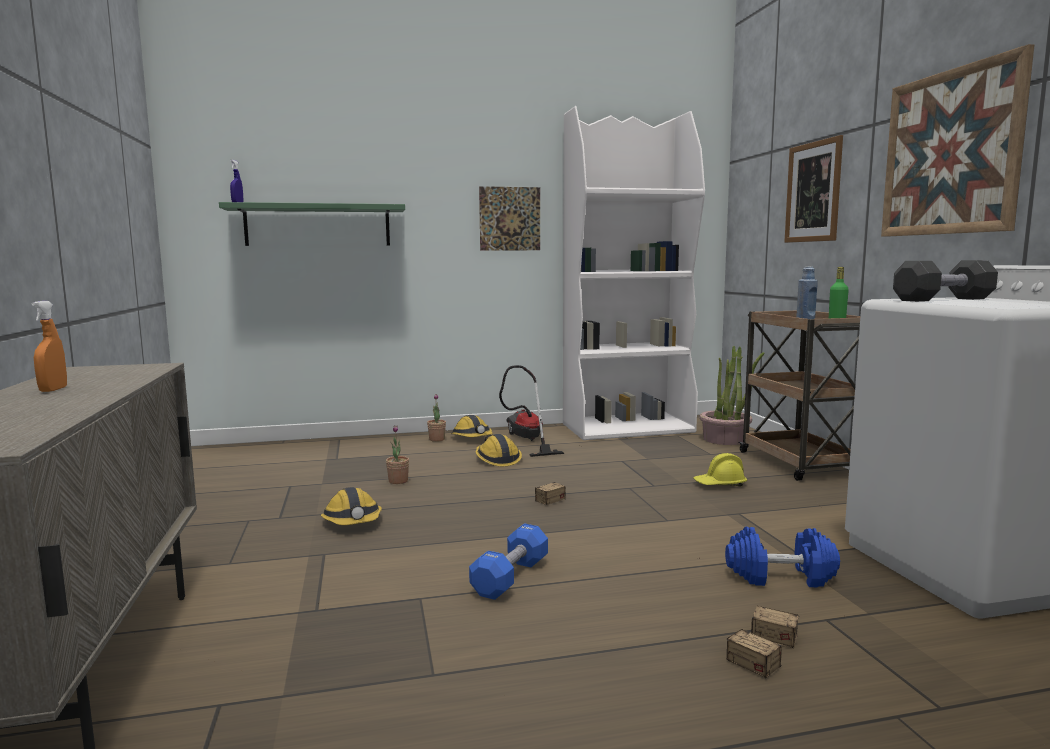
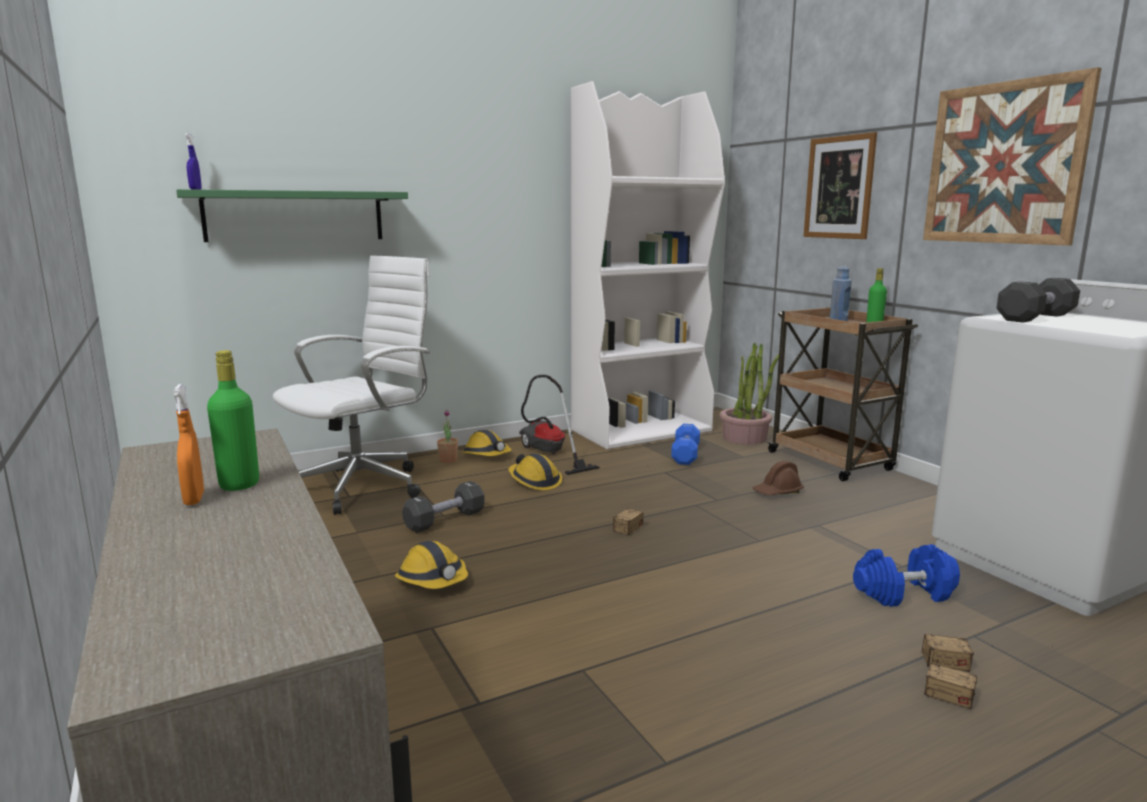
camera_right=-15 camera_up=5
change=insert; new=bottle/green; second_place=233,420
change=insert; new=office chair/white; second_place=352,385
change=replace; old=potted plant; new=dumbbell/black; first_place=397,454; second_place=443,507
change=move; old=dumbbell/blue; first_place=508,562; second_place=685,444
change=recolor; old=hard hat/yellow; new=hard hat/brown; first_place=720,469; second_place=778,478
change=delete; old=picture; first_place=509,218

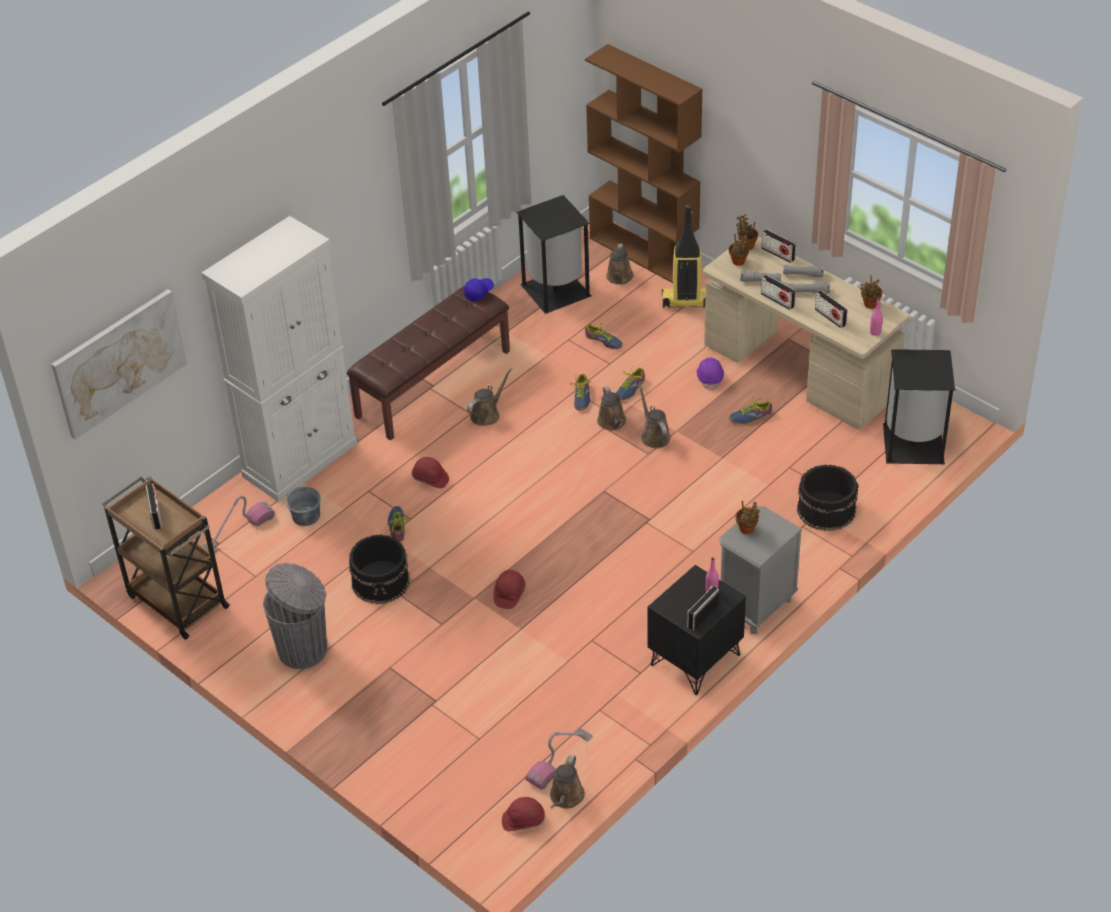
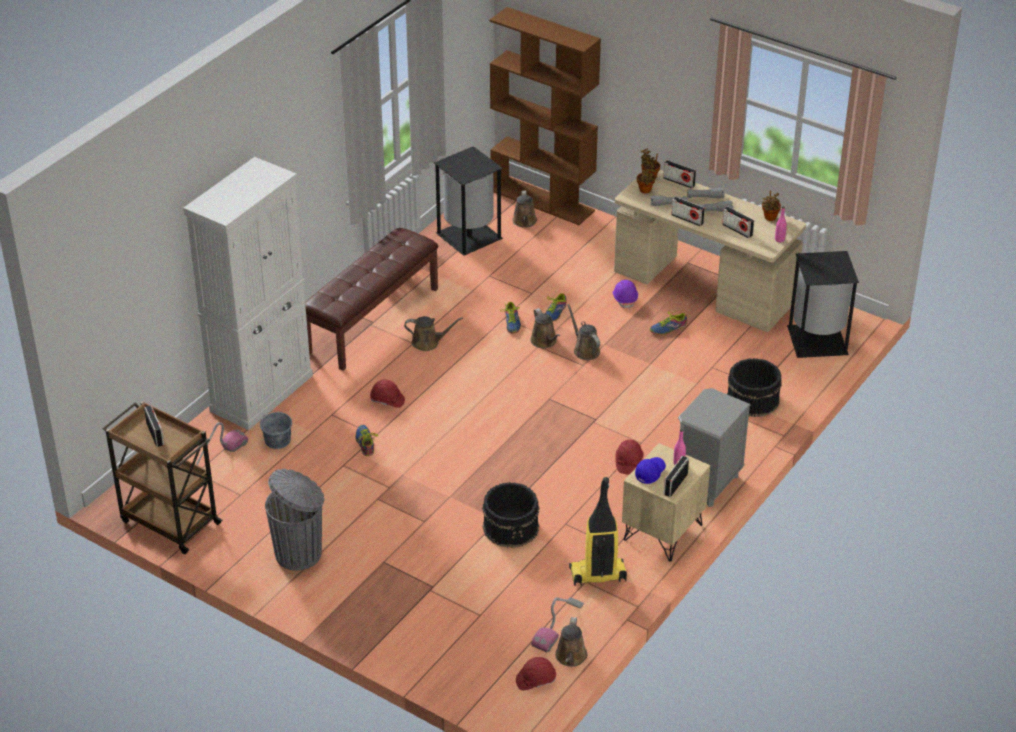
camera_right=-10 camera_up=-5
change=rotate; old=watering can/brown; first_place=489,397; second_place=433,333; degrees=60
change=move; old=bucket/black; first_place=379,569; second_place=511,515
change=move; old=vacuum cleaner; first_place=684,256; second_place=598,531
change=move; old=hard hat/red; first_place=509,589; second_place=629,457
change=recolor; old=nightstand/black; new=nightstand/beige; first_place=697,630; second_place=666,502
change=move; old=cap/blue; first_place=479,289; second_place=650,470
change=delete; old=picture; first_place=119,364
change=delete; old=shoe; first_place=604,336
change=delete; old=potted plant; first_place=747,517

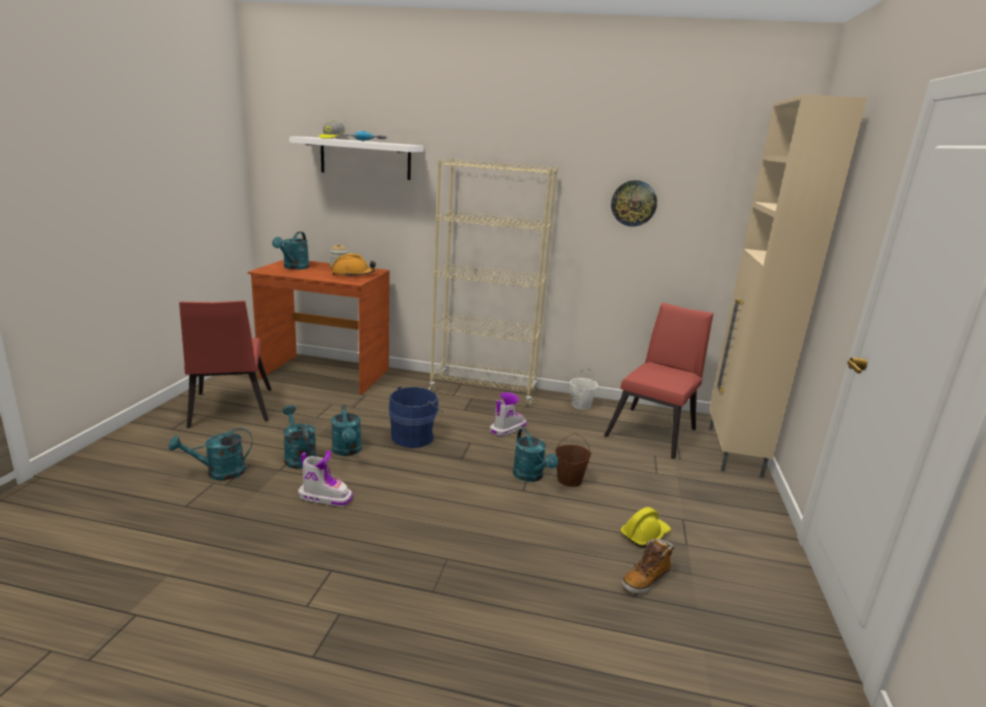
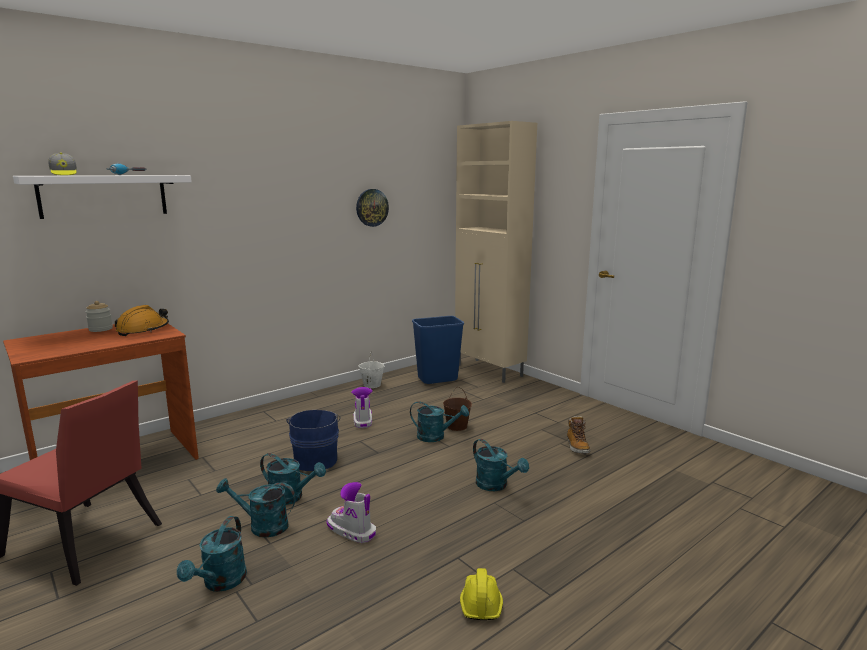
camera_right=-50 camera_up=-5
change=rotate; old=boot; first_place=325,478; second_place=351,512; degrees=-105
change=replace; old=chair/red; new=trash can/blue; first_place=658,381; second_place=438,350
change=move; old=hard hat/yellow; first_place=645,527; second_place=481,594
change=move; old=watering can/turquoise; first_place=291,251; second_place=501,465
change=delete; old=bookcase/beige; first_place=493,282

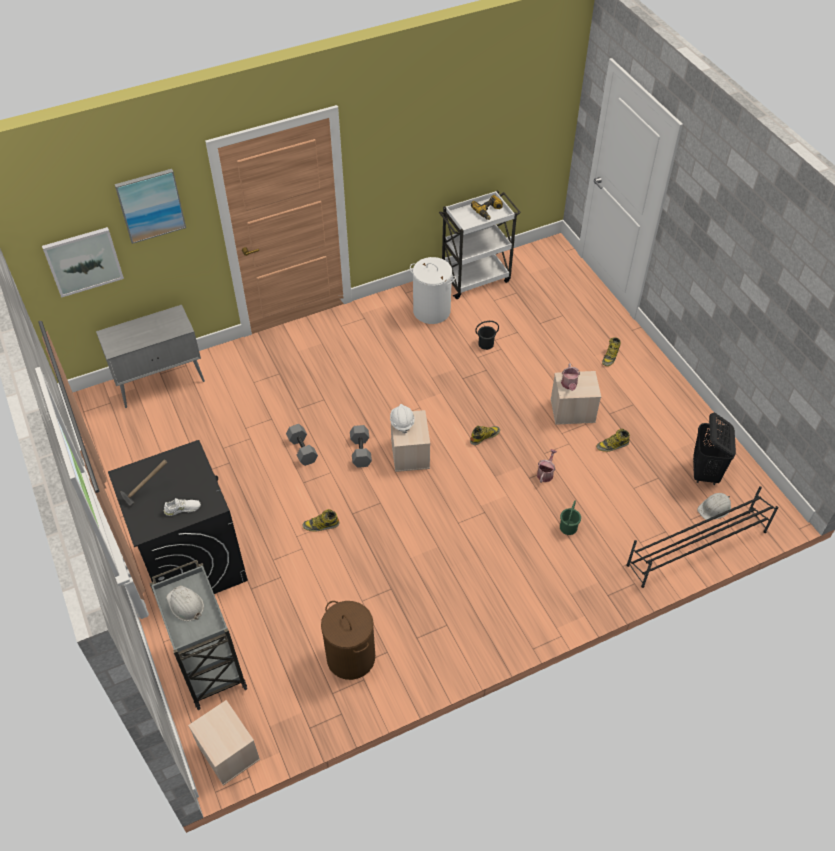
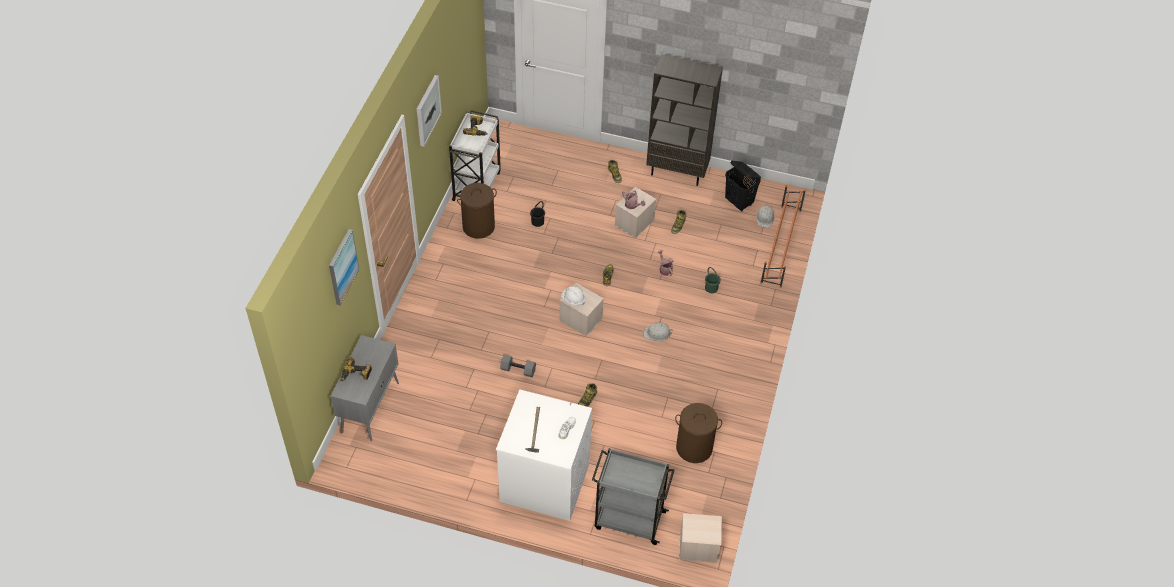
camera_right=-50 camera_up=0
change=insert; new=power drill; second_place=356,369
change=move; old=picture; first_place=83,262; second_place=429,111
change=recolor; old=laundry basket/white; new=laundry basket/brown; first_place=433,290; second_place=477,211
change=recolor; old=washing machine/black; new=washing machine/white; first_place=178,517; second_place=544,455
change=move; old=hard hat/white; first_place=185,603; second_place=658,331
change=insert; new=bookcase/brown; second_place=684,120
change=recolor; old=shoe rack/black; new=shoe rack/orange; first_place=702,537; second_place=783,236
change=delete; old=dumbbell/grey; first_place=361,446

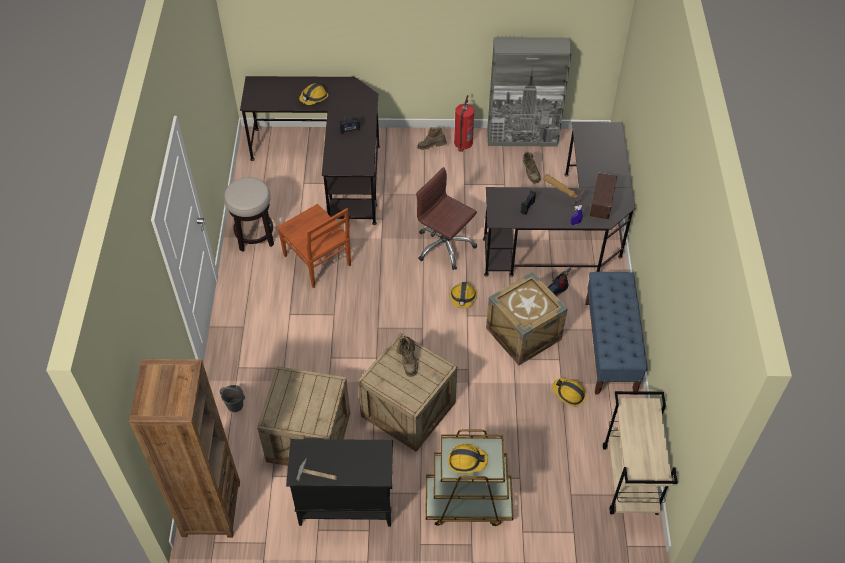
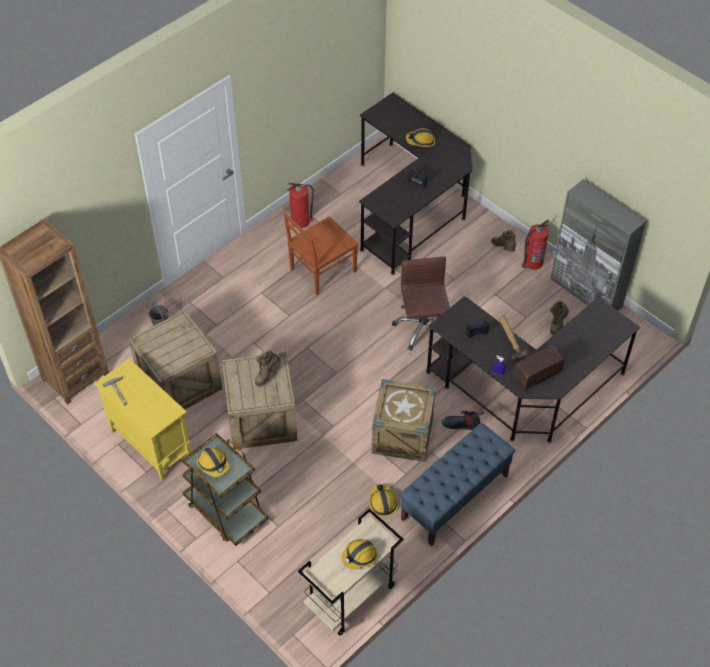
camera_right=45 camera_up=0
change=recolor; old=cabinet/black; new=cabinet/yellow; first_place=339,483; second_place=143,419
change=rotate; old=chair/brown; first_place=314,246; second_place=321,254; degrees=45
change=replace; old=stool; new=fire extinguisher; first_place=249,214; second_place=300,205
change=move; old=hard hat; first_place=463,295; second_place=359,554

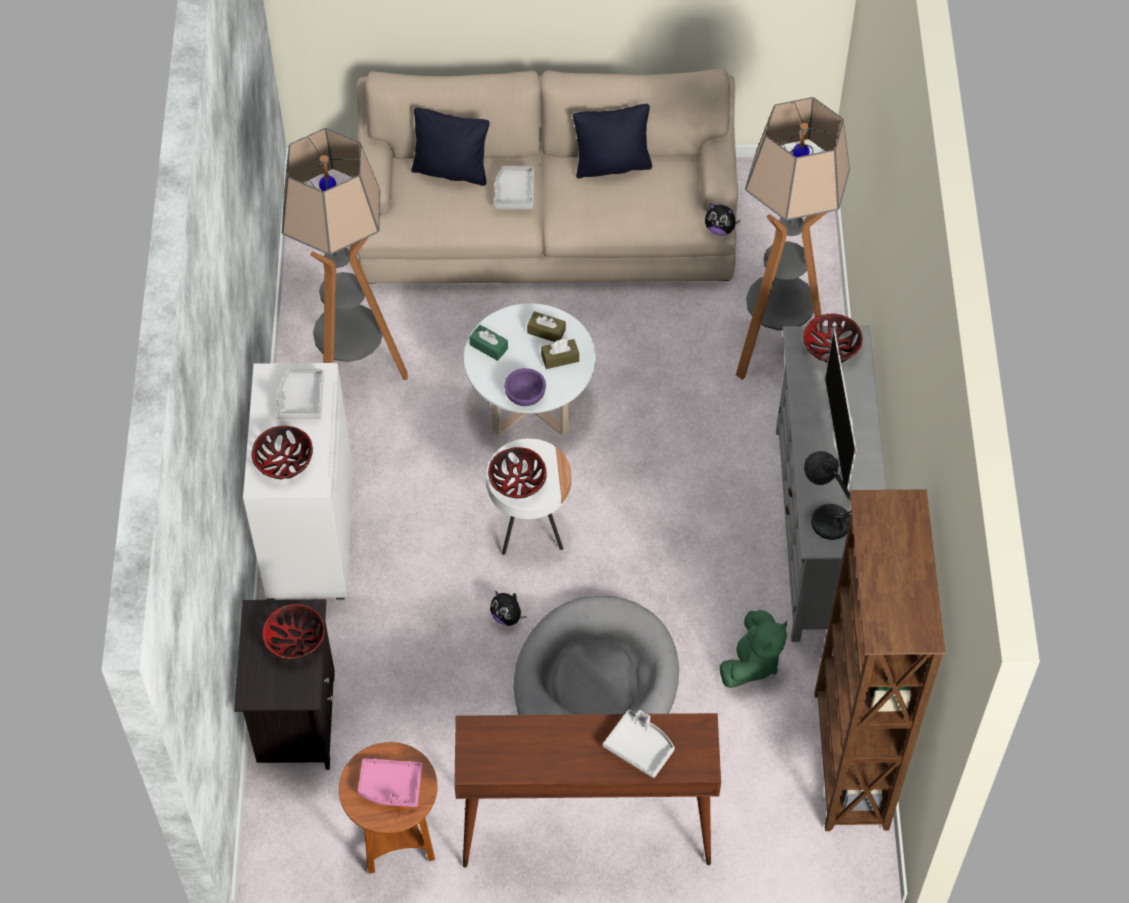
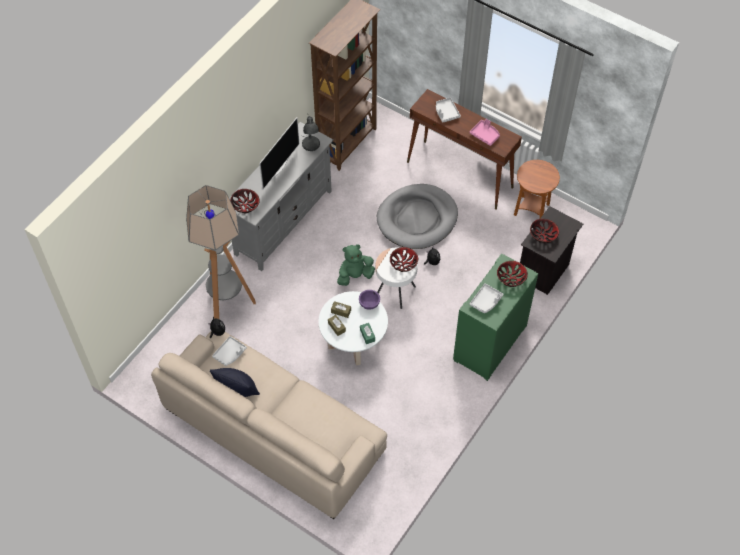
camera_right=-145 camera_up=0
change=move; old=tray/grey; first_place=514,187; second_place=229,351
change=move; old=plush toy/green; first_place=753,649; second_place=356,265
change=recolor; old=cabinet/white; new=cabinet/green; first_place=298,481; second_place=495,317
change=move; old=tray/pink; first_place=390,782; second_place=485,132
change=delete; old=floor lamp; first_place=345,254
change=delete; old=pillow/black; first_place=450,146

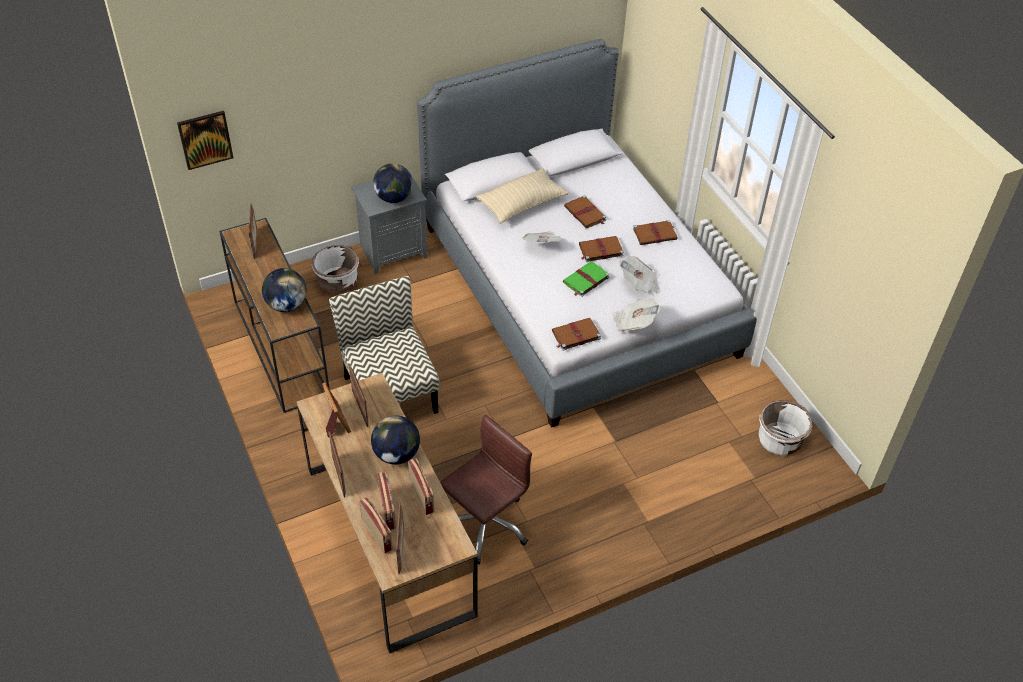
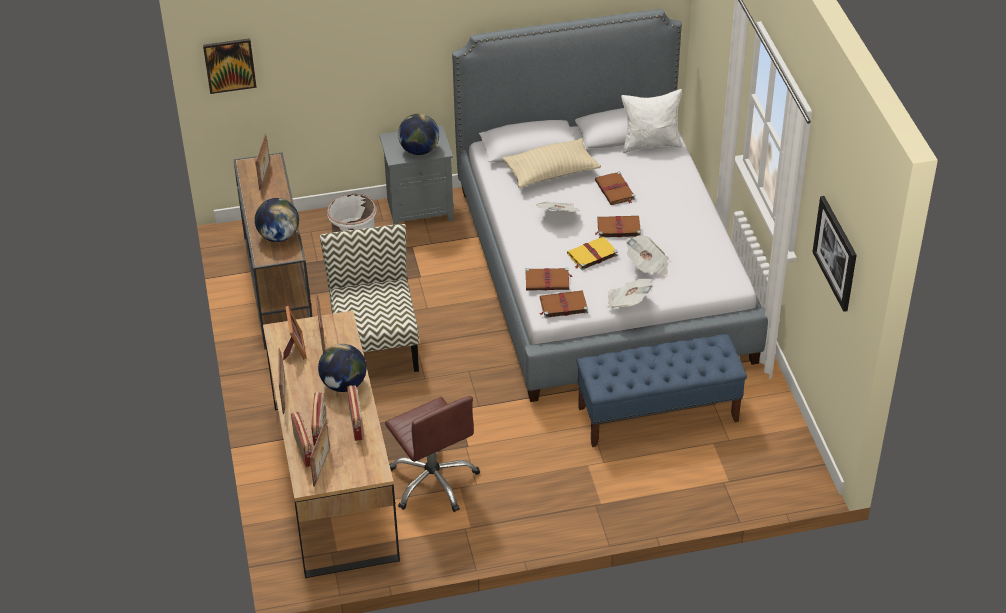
camera_right=15 camera_up=-5
change=rotate; old=office chair/brown; first_place=486,489; second_place=432,454; degrees=90
change=move; old=book/brown; first_place=655,232; second_place=549,279
change=recolor; old=book/green; new=book/yellow; first_place=586,279; second_place=592,253
change=insert; new=bench/blue; second_place=661,390
change=insert; new=pillow/white; second_place=652,121
change=insert; new=picture; second_place=834,254
change=delete; old=planter/white; first_place=785,427

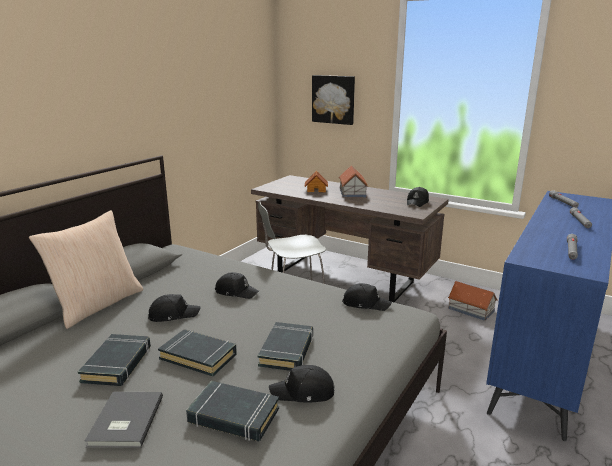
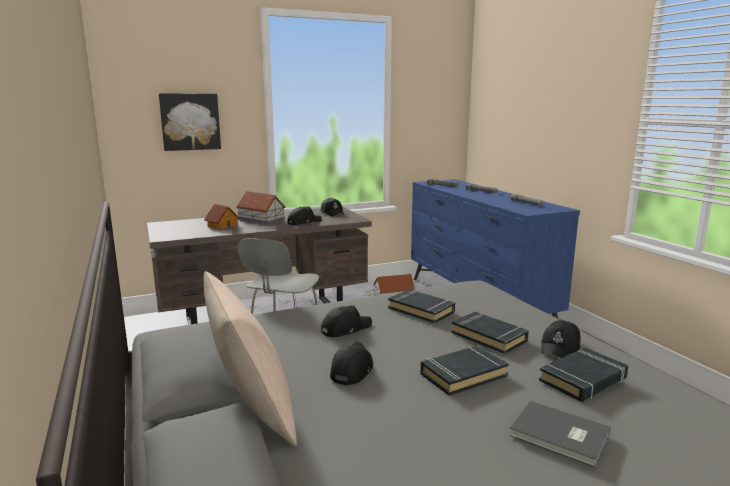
camera_right=-55 camera_up=-5
change=move; old=cap/black; first_place=367,297; second_place=304,215
change=move; old=book/black; first_place=114,360; second_place=421,306

